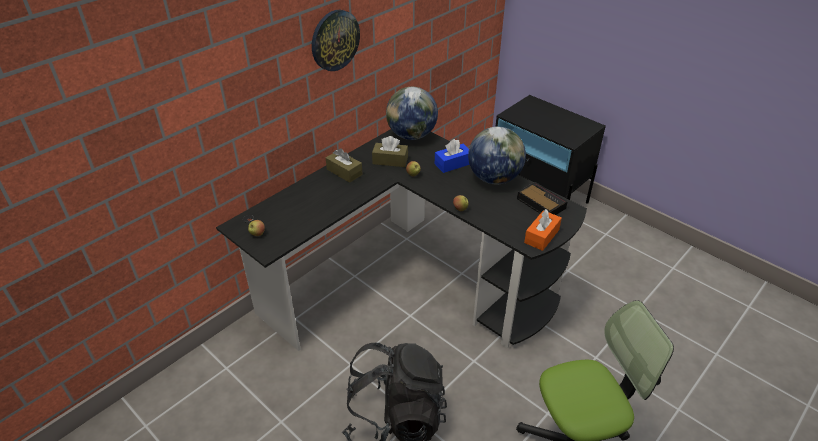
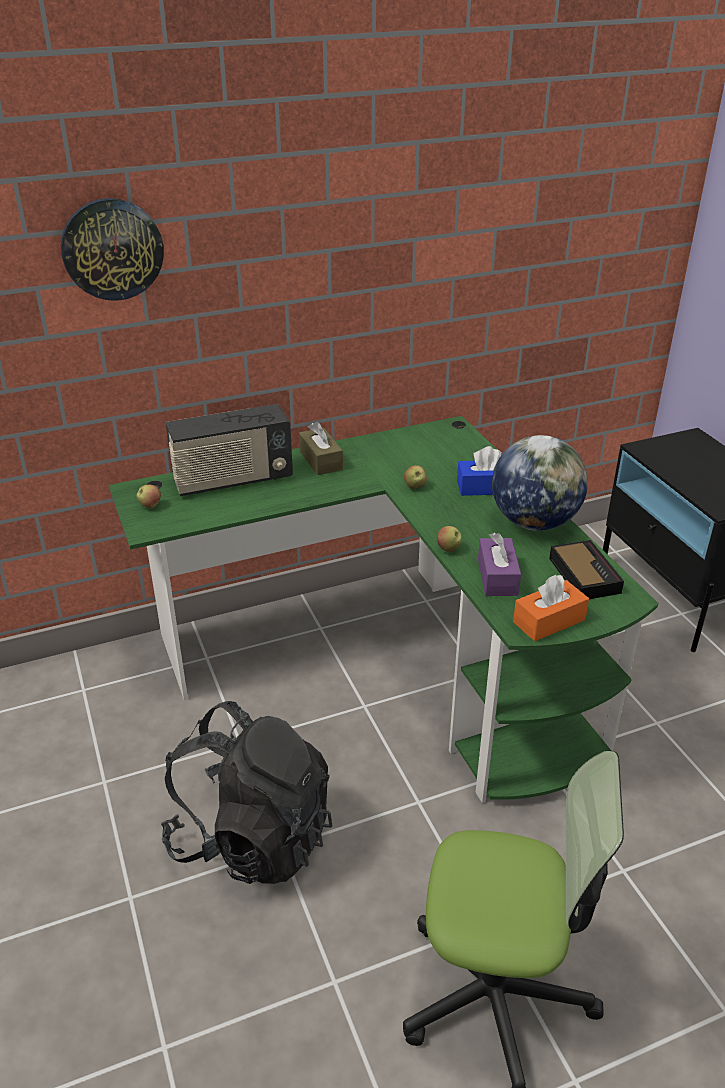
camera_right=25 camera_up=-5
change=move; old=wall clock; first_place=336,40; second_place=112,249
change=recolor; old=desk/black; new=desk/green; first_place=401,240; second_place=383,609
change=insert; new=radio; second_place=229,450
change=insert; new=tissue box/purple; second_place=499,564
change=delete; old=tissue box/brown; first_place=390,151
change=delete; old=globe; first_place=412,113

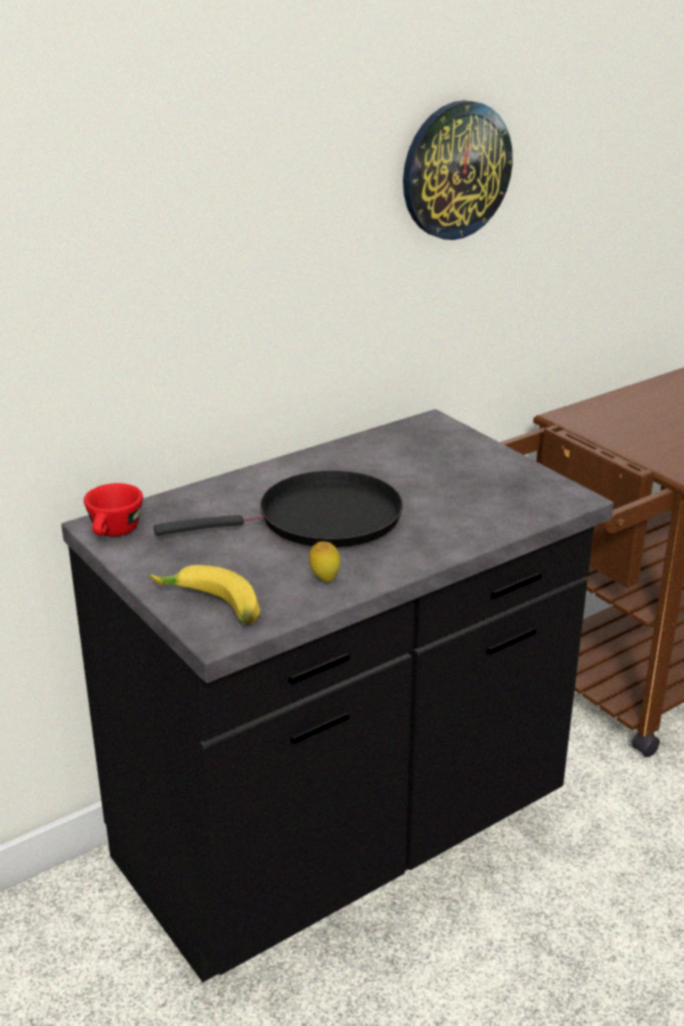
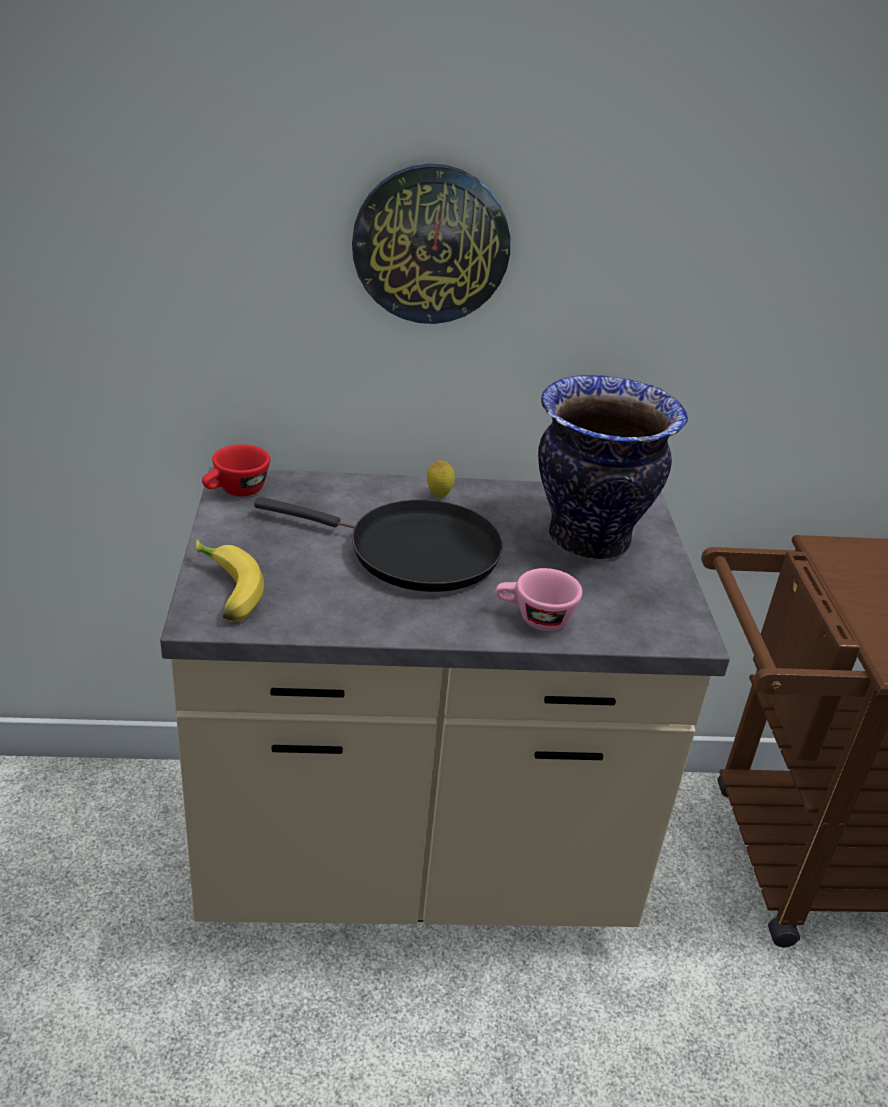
camera_right=30 camera_up=5
change=recolor; old=counter/black; new=counter/beige; first_place=337,695; second_place=445,697
change=move; old=wall clock; first_place=458,170; second_place=431,243
change=move; old=lemon; first_place=324,561; second_place=441,479
change=insert; new=cup/pink; second_place=539,599
change=insert; new=vase; second_place=613,467

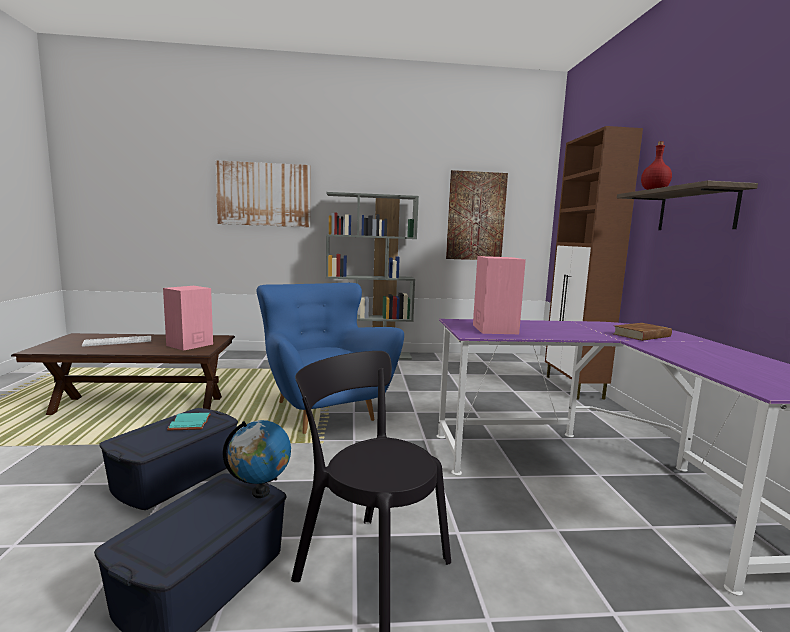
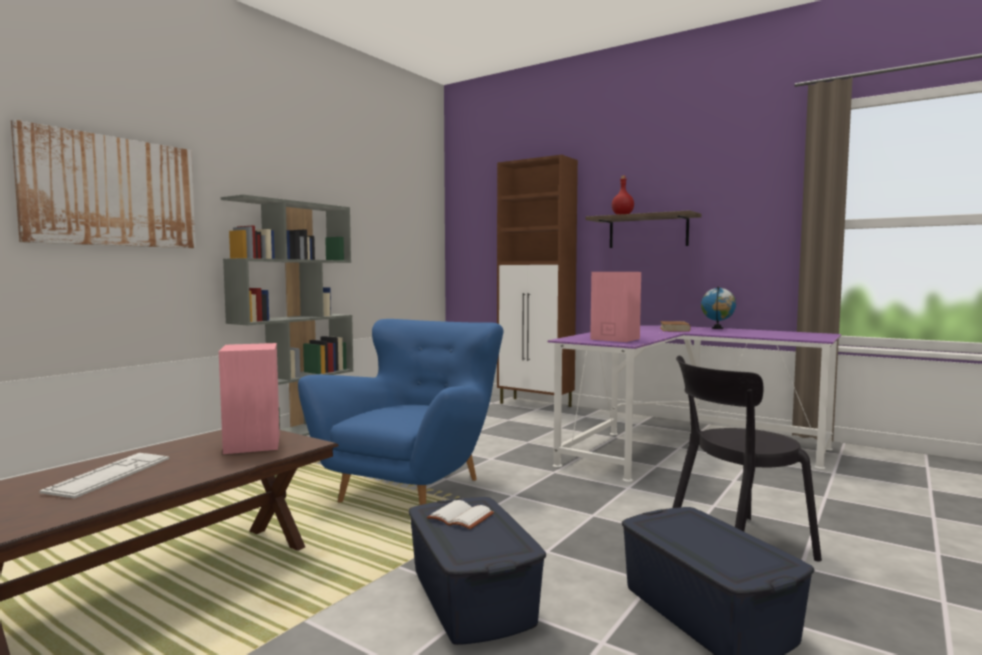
camera_right=-50 camera_up=-5
change=rotate; old=armchair/blue; first_place=330,358; second_place=400,412; degrees=105
change=recolor; old=book/turquoise; new=book/white; first_place=189,421; second_place=460,514
change=move; old=globe; first_place=257,459; second_place=718,307
change=delete; old=picture; first_place=477,215

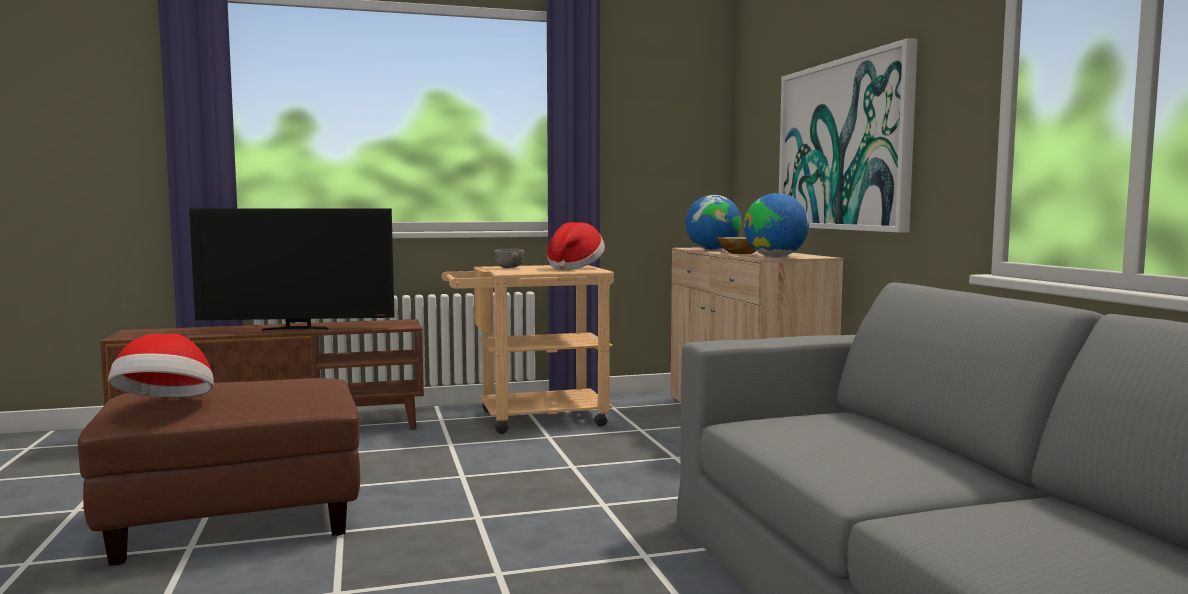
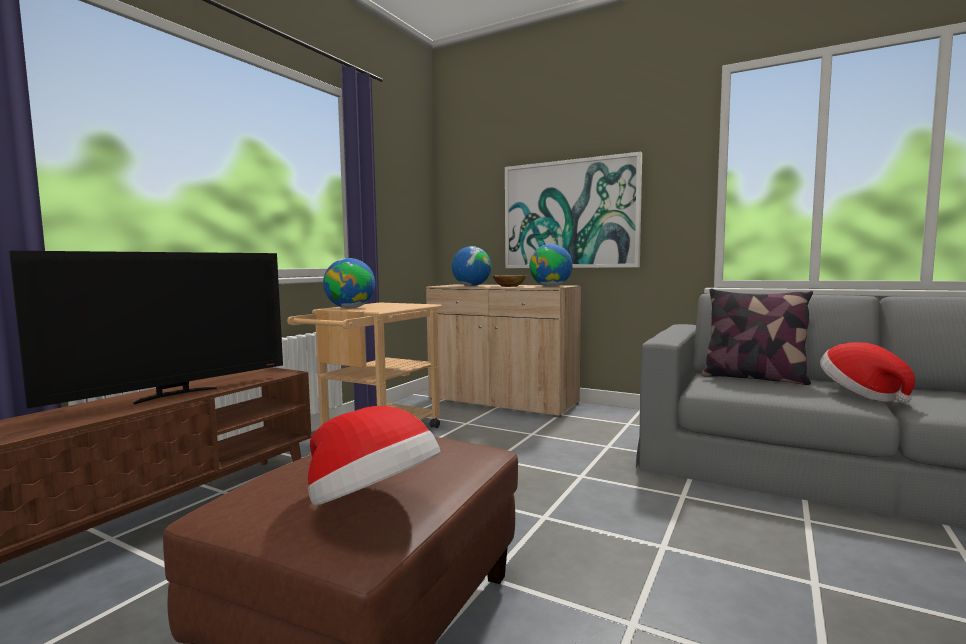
camera_right=-45 camera_up=0
change=replace; old=bowl/grey; new=globe; first_place=509,258; second_place=349,283
change=insert; new=pillow; second_place=757,336
change=move; old=hat; first_place=576,246; second_place=867,373

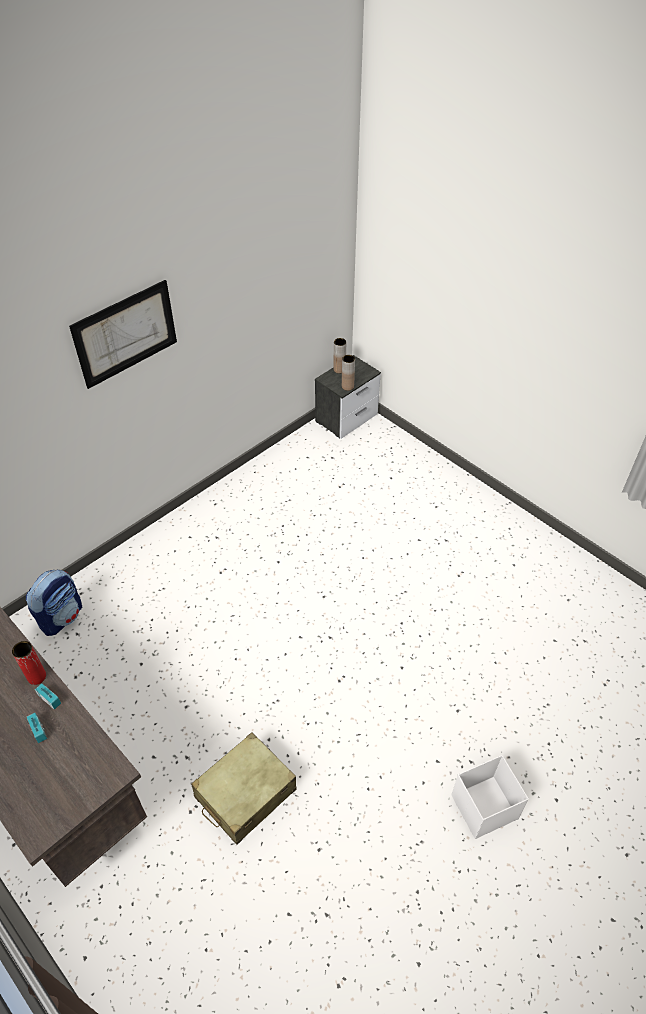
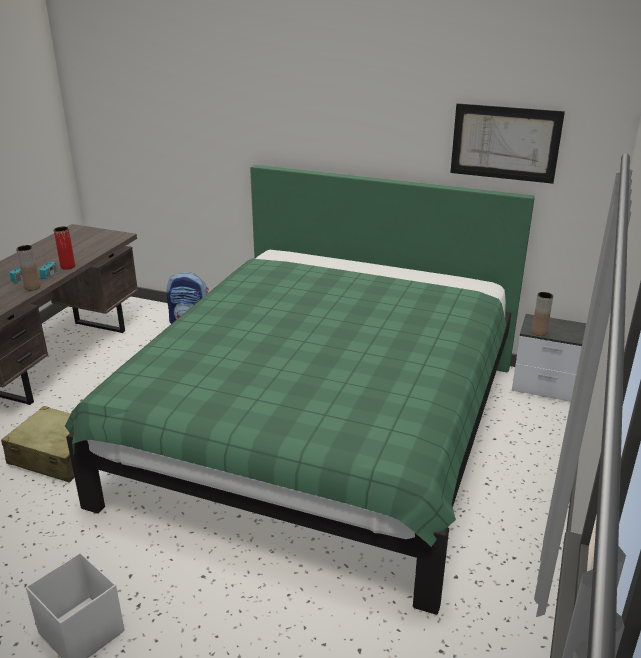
camera_right=65 camera_up=-20
change=move; old=vase/brown; first_place=339,356; second_place=28,268
change=insert; new=bed/green; second_place=300,390
change=move; old=picture; first_place=123,334; second_place=507,143

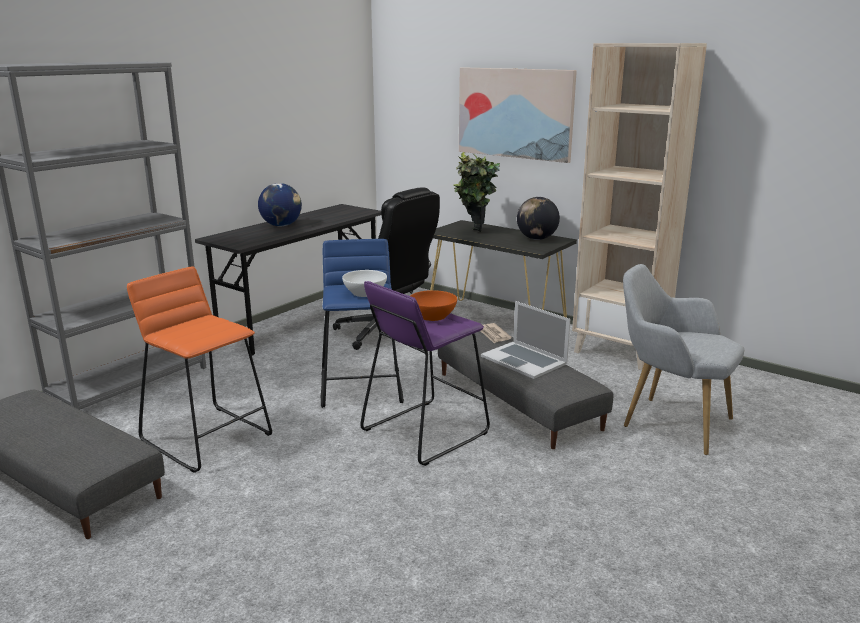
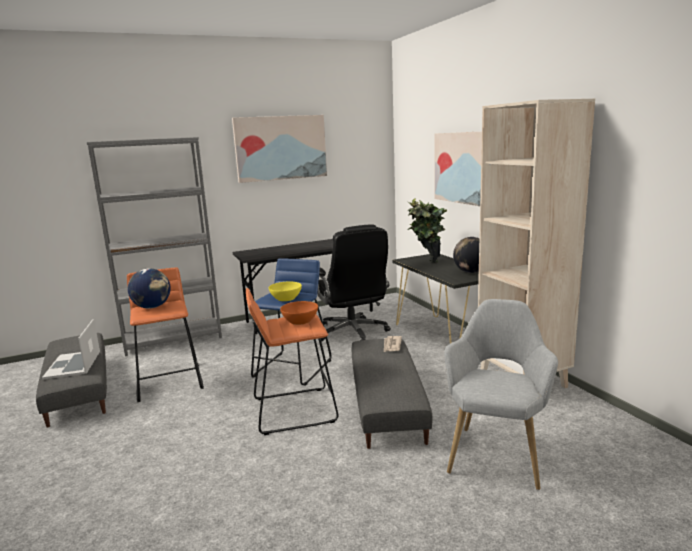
camera_right=30 camera_up=-5
change=move; old=laptop; first_place=525,340; second_place=71,349
change=move; old=globe; first_place=280,205; second_place=149,288
change=insert; new=picture; second_place=279,149
change=recolor; old=stool/purple; new=stool/orange; first_place=425,373; second_place=292,361
change=recolor; old=bowl/white; new=bowl/yellow; first_place=364,283; second_place=285,291
change=rotate; old=armchair/grey; first_place=683,359; second_place=501,394; degrees=45

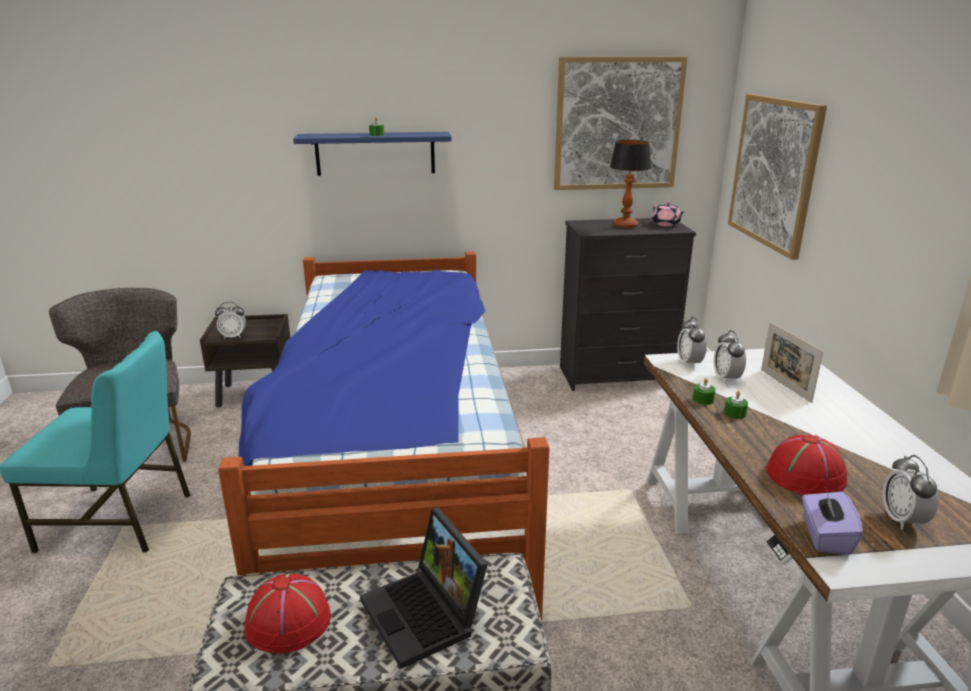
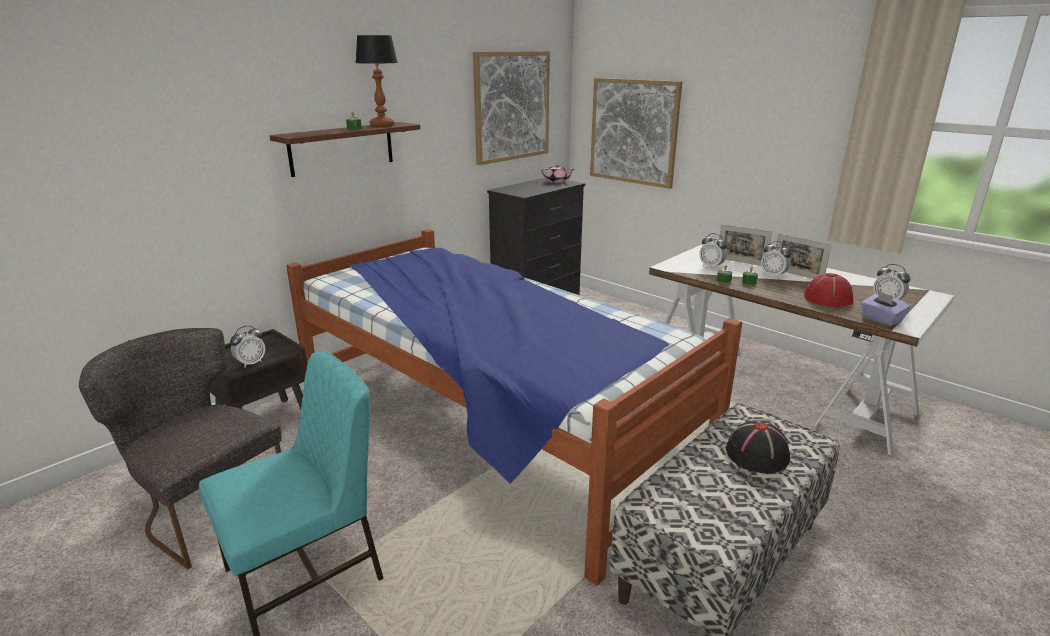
camera_right=-40 camera_up=0
change=recolor; old=shelf/blue; new=shelf/brown; first_place=372,154; second_place=345,149
change=move; old=table lamp; first_place=630,184; second_place=377,81
change=replace; old=laptop; new=hat/black; first_place=424,588; second_place=758,447
change=move; old=alarm clock; first_place=692,342; second_place=776,260
change=insert; new=picture frame; second_place=803,256
change=delete; old=hat/red; first_place=288,613

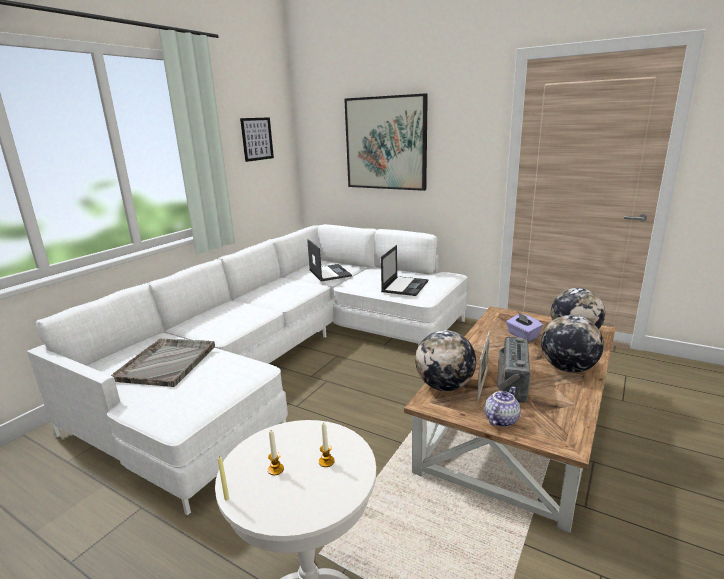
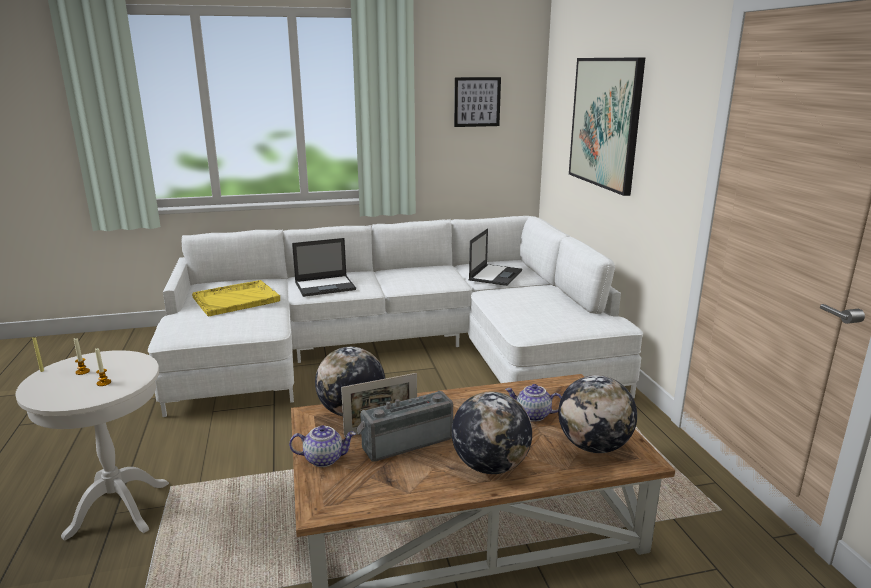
camera_right=45 camera_up=0
change=recolor; old=tray/grey; new=tray/yellow; first_place=163,362; second_place=236,298
change=move; old=laptop; first_place=404,270; second_place=324,267
change=replace; old=tissue box/purple; new=teapot; first_place=524,326; second_place=533,403

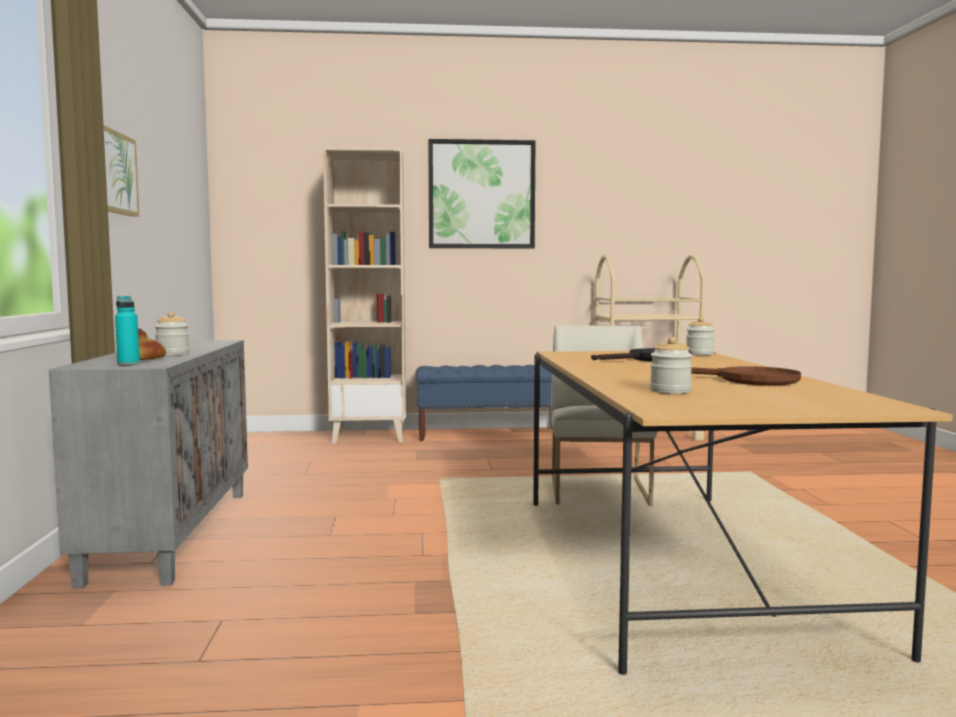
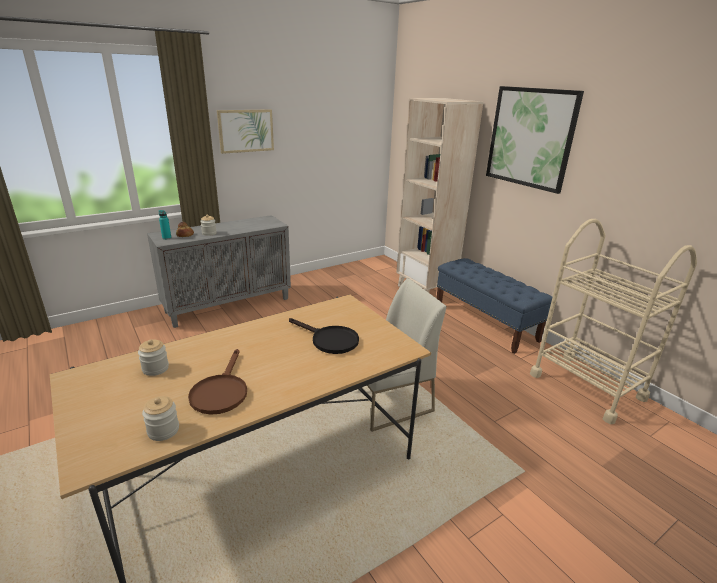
camera_right=60 camera_up=20
change=move; old=jar; first_place=700,336; second_place=160,418

